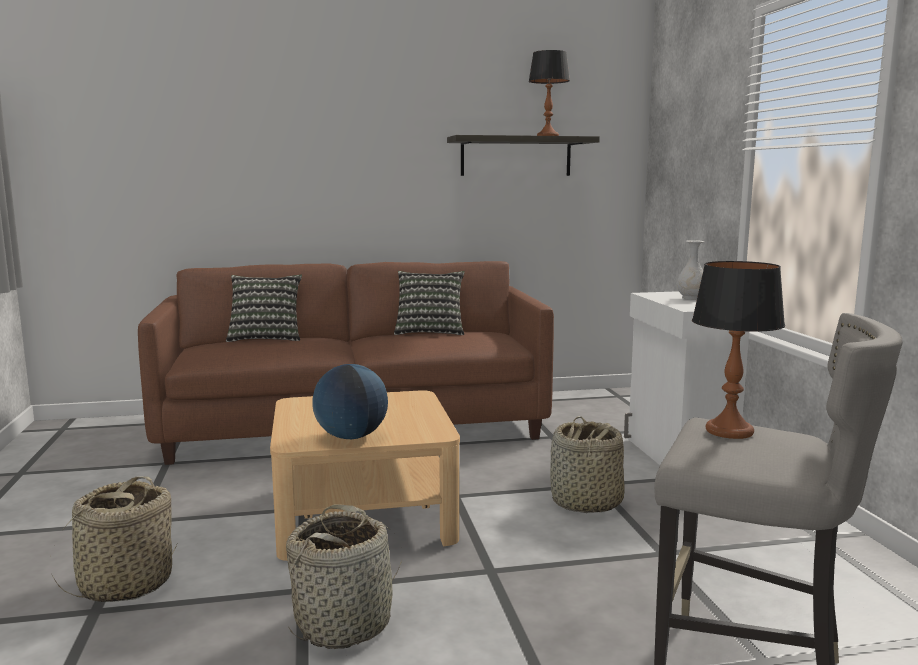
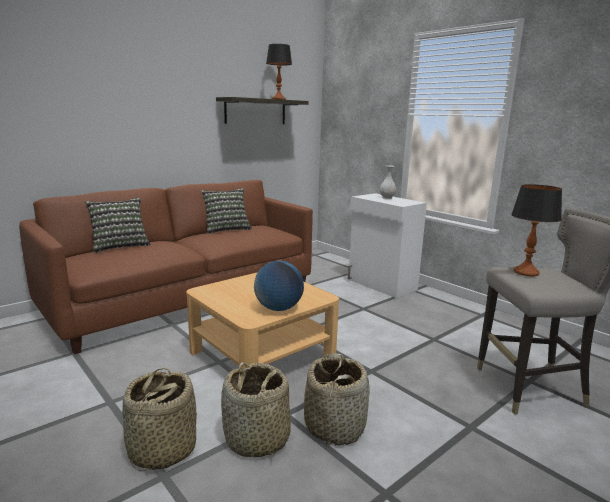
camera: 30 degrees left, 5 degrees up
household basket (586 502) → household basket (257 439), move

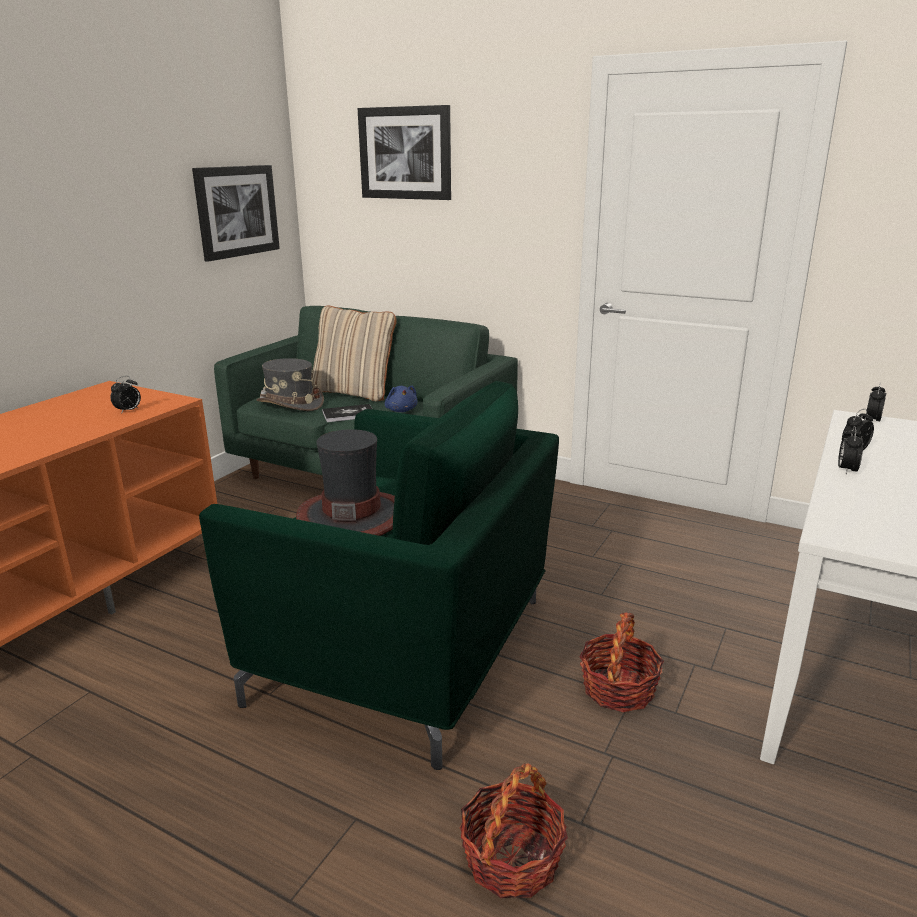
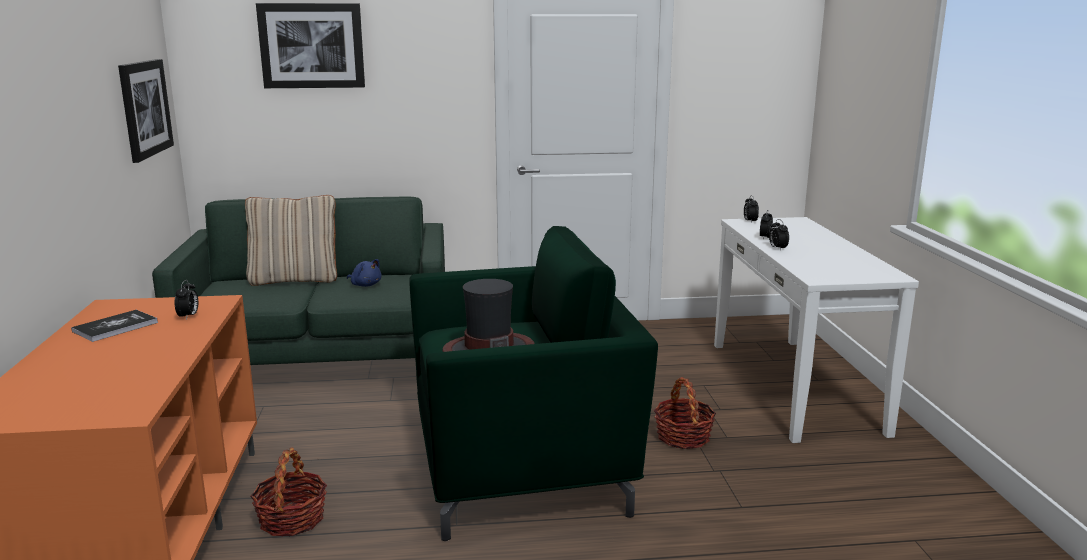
camera: 35 degrees left, 5 degrees down
gray hat (290 404) → -
volume (348 414) → volume (115 327), move
household basket (512 859) → household basket (292 519), move

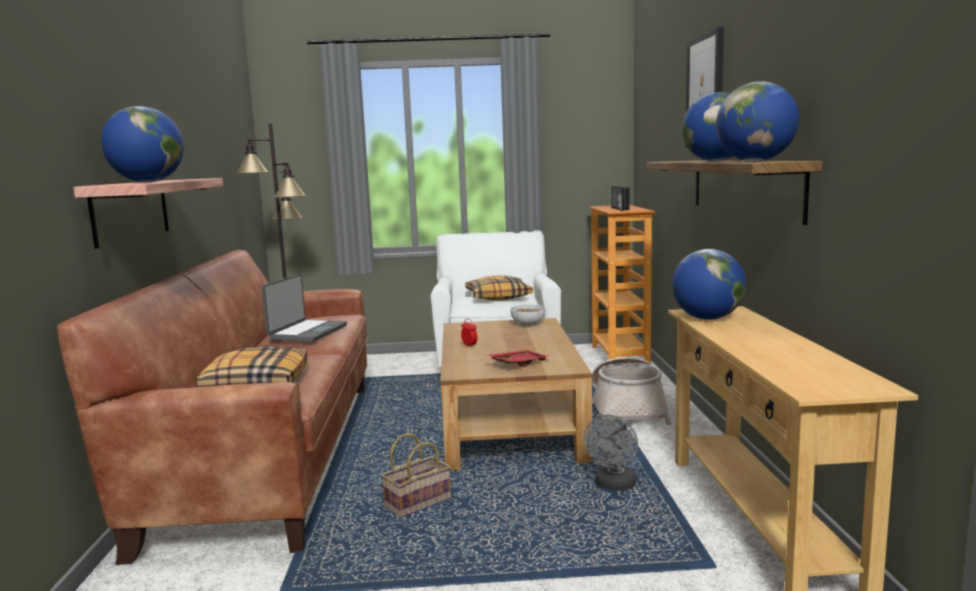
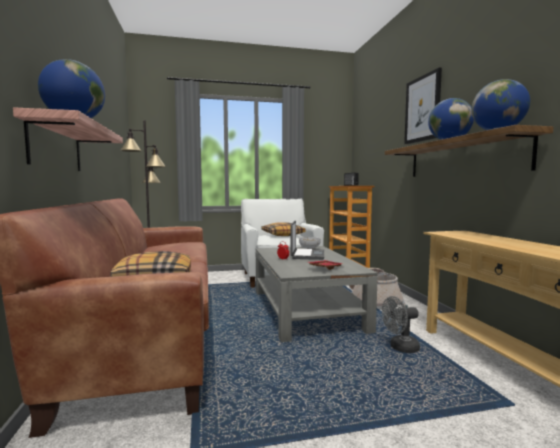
camera: 10 degrees left, 5 degrees down
household basket (418 502) → -
globe (707 318) → -
notebook computer (307 332) → notebook computer (307 255), move
brownish lounge table (509 422) → gray lounge table (305 309)
gray fan (614 486) → gray fan (400 348), 60 degrees clockwise

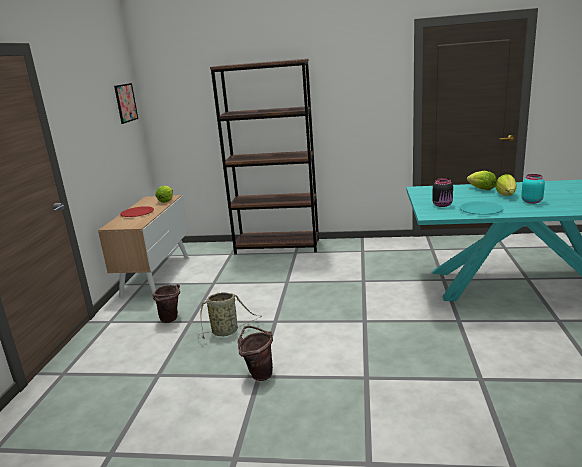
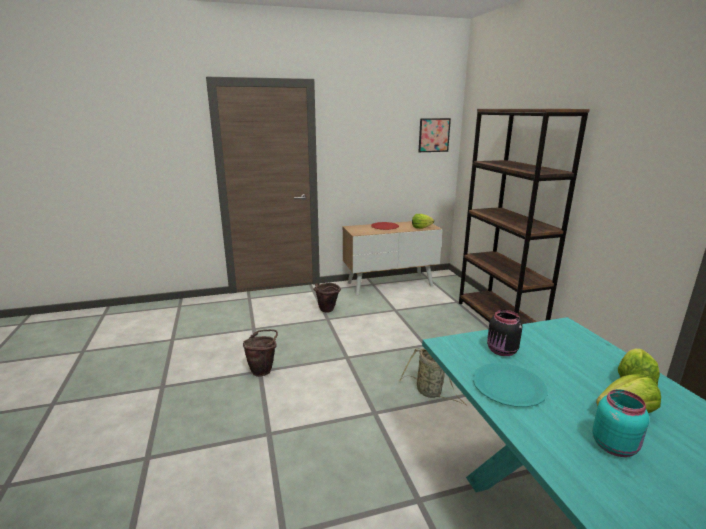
camera: 65 degrees right, 0 degrees up
household basket (227 331) → household basket (430 392), move

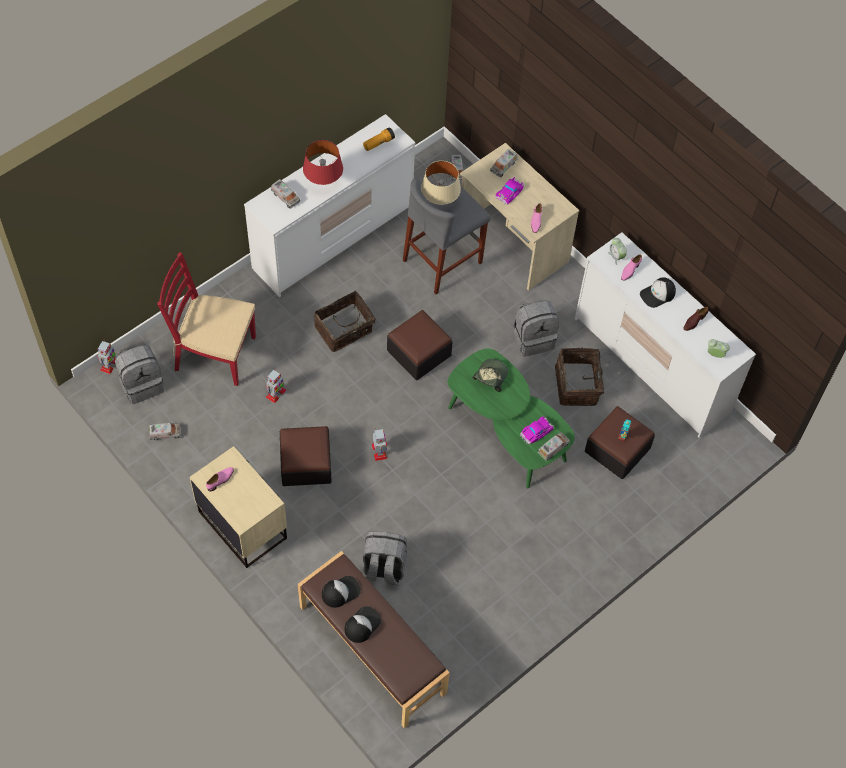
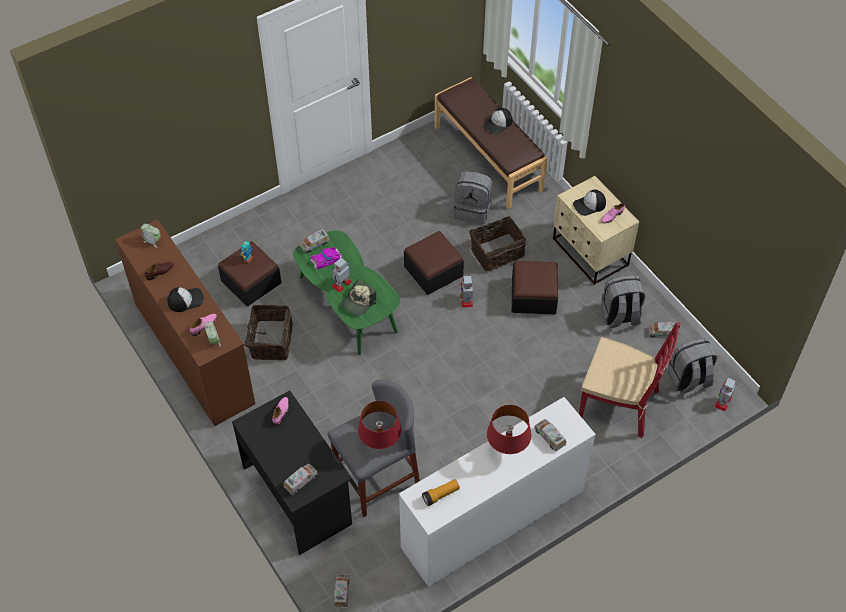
camera: 170 degrees left, 5 degrees down
model car (509 192) → -
model robot (276 393) → model robot (341 283), move
household basket (344 330) → household basket (496 252), move
cap (340 591) → cap (589 205), move
ottoman (419 353) → ottoman (433 271), move
gray rucksack (533 339) → gray rucksack (620 316), move
sand-coloured lamp for a table (439 204) → red lamp for a table (380 444)
sand-coloured desk (512 243) → black-coloured desk (298 494)
white-coloured dresser (652 365) → brownish dresser (193 352)

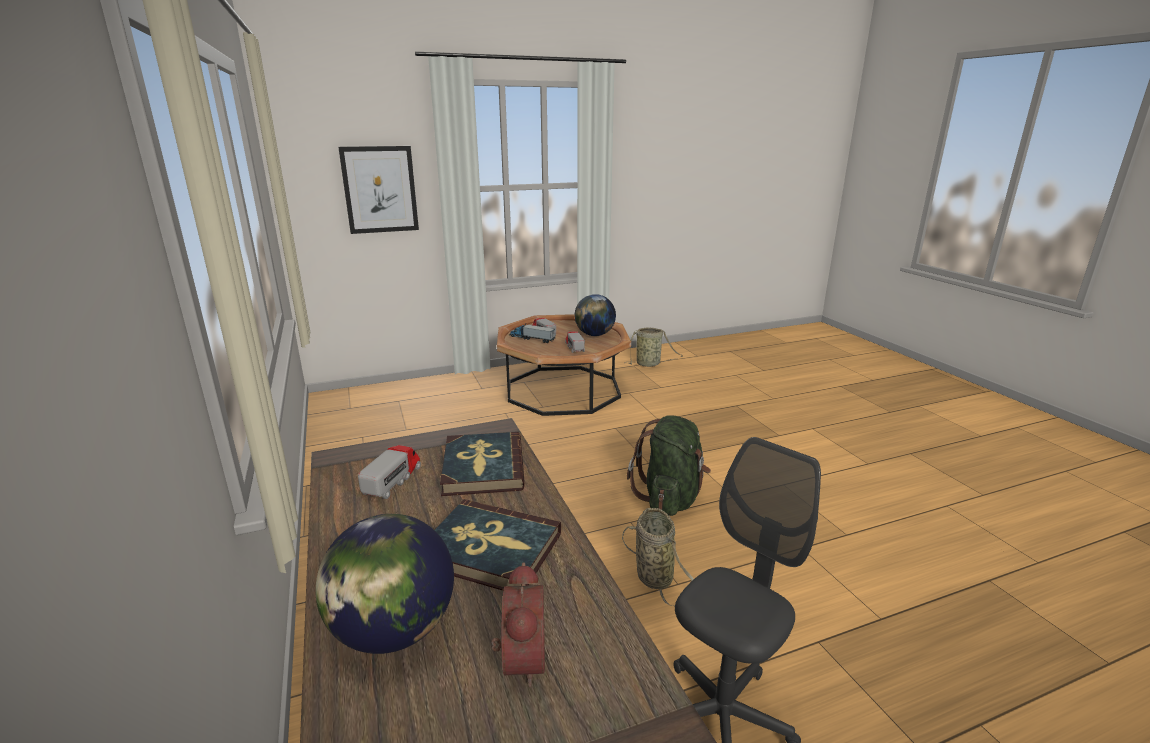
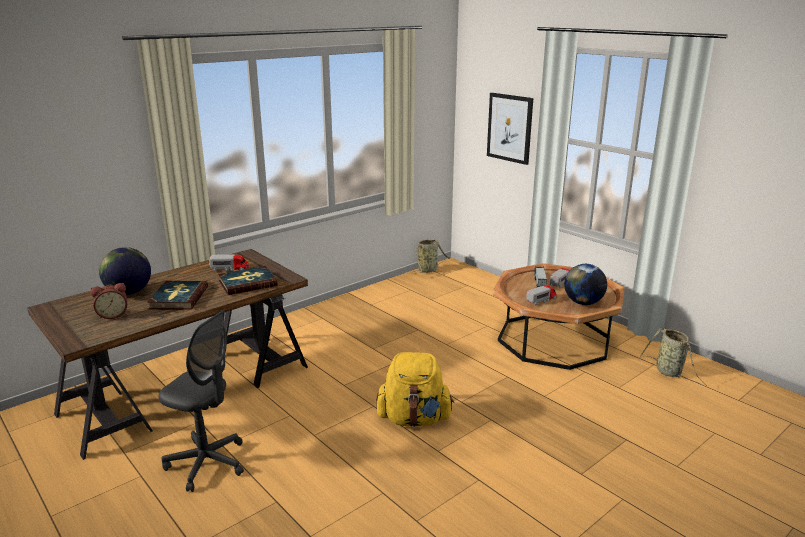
camera: 70 degrees right, 0 degrees up
household basket (652 575) → household basket (428 270), move
green-coloured rucksack (670 498) → yellow-coloured rucksack (414 419)

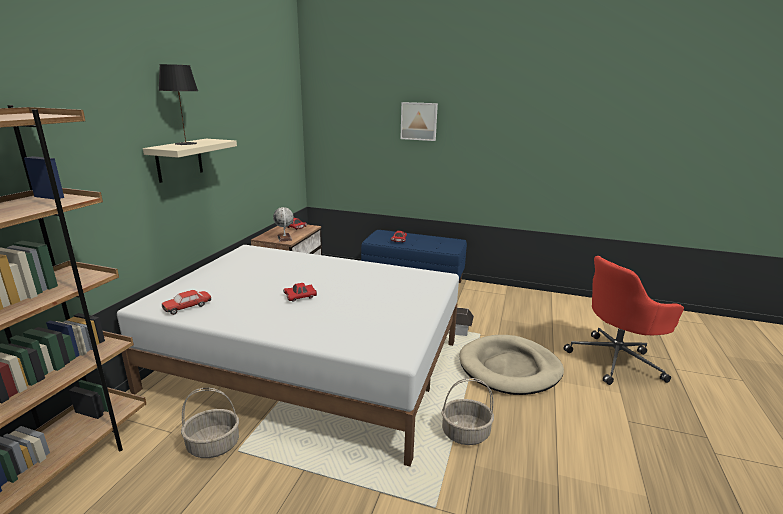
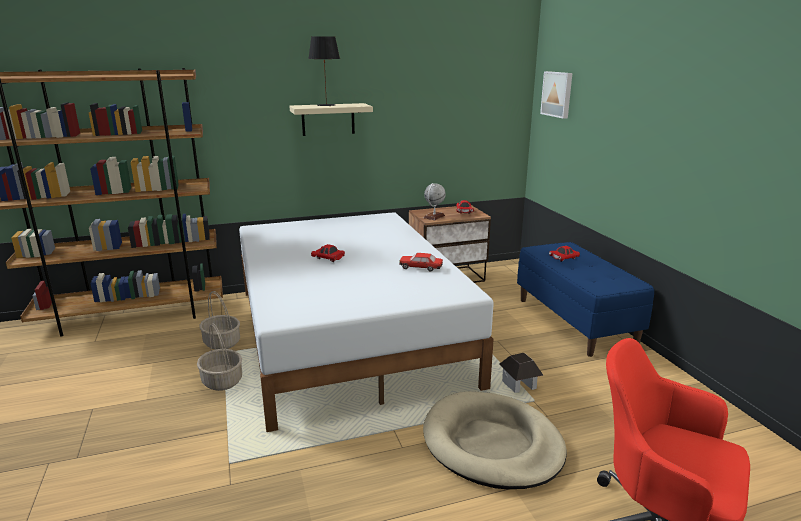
camera: 55 degrees right, 0 degrees up
model car (187 307) → model car (421 267), move
wall art (419 121) → wall art (557 94), move
household basket (466 433) → household basket (222 381), move

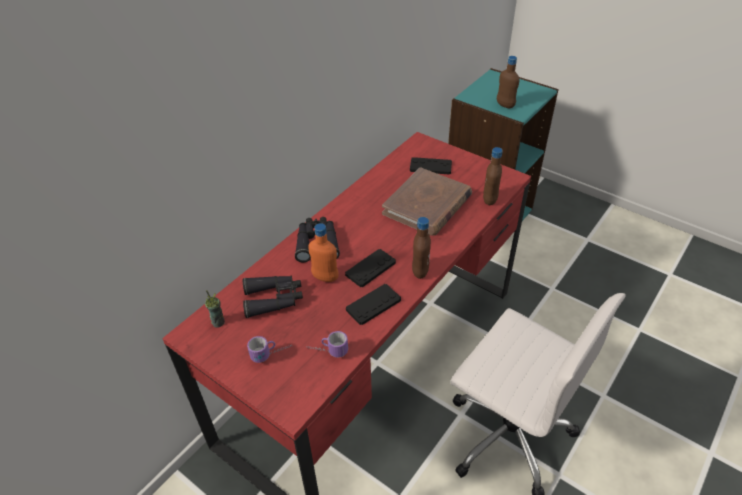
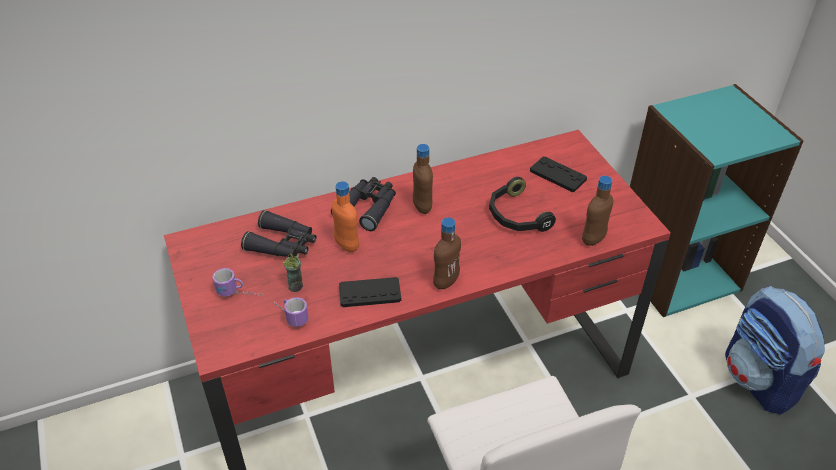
camera: 30 degrees right, 0 degrees up
black-coloured gamepad (370 268) → -
- → rucksack (760 380)
cup (218 322) → cup (296 286), move
brownish bottle (505 105) → brownish bottle (422 206), move
brownish volume (427 205) → black-coloured headset (516 216)

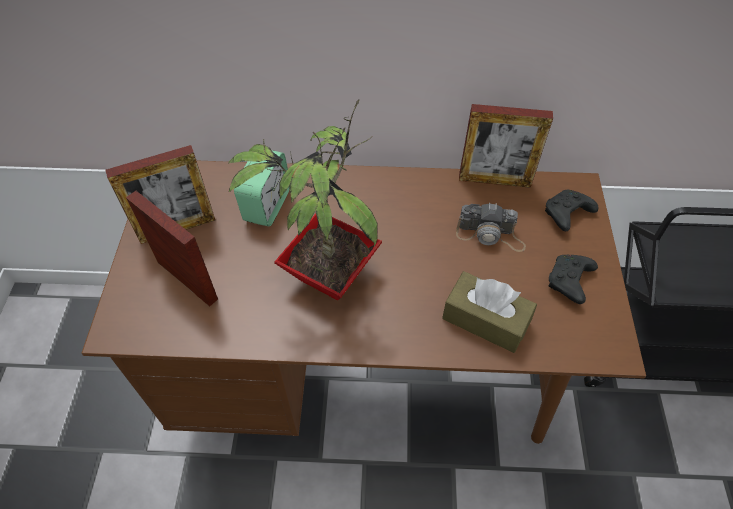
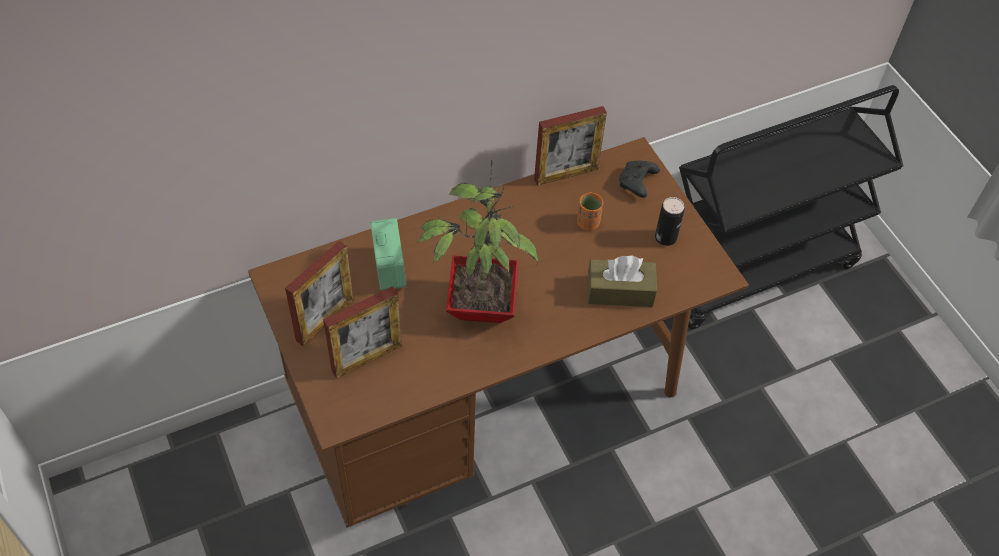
camera: 30 degrees left, 0 degrees up
photo camera (490 235) → orange cup (588 223)
black-coloured gamepad (569 282) → can (665 237)
standing frame (187 280) → standing frame (367 358), 135 degrees clockwise

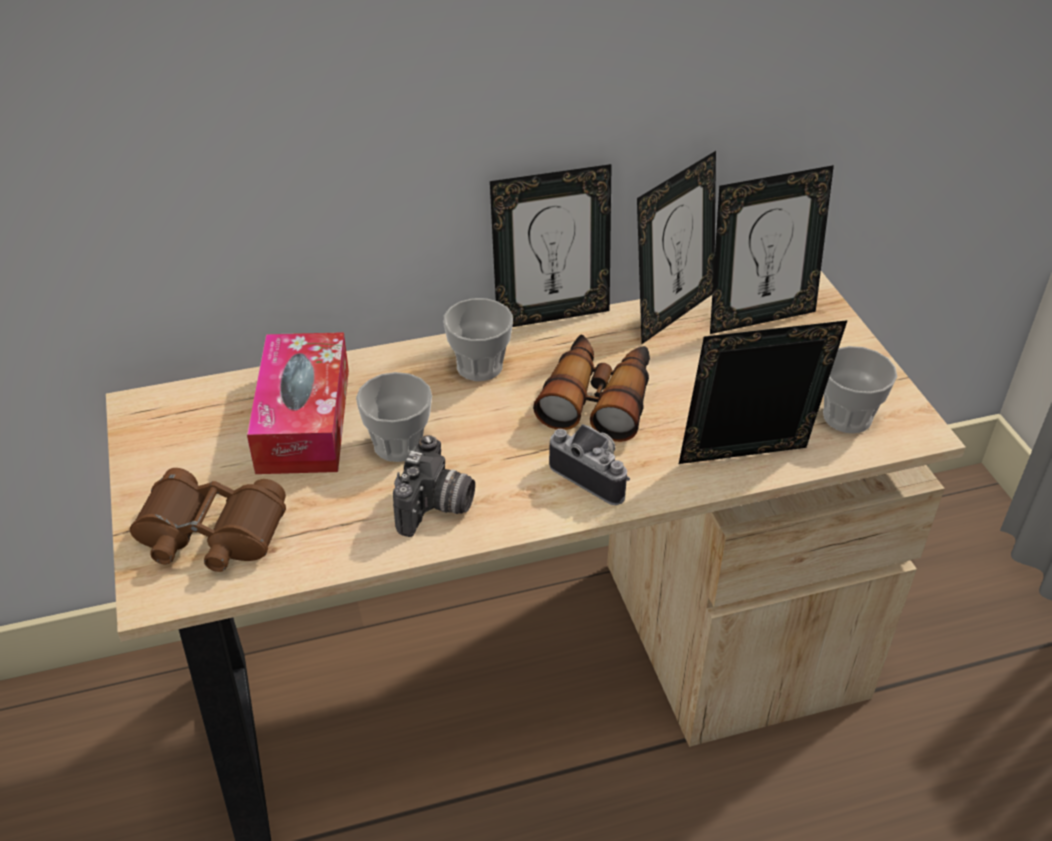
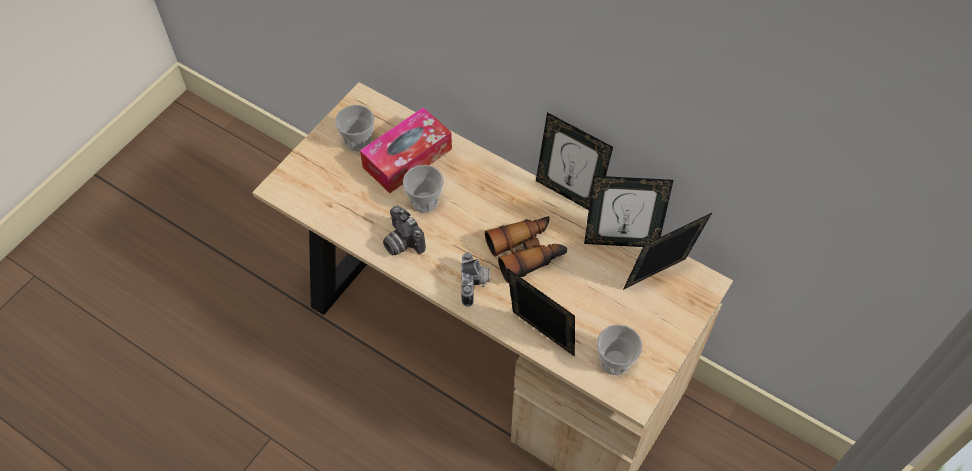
camera: 50 degrees right, 15 degrees up
brownish binoculars (211 535) → -
cup (479 366) → cup (358 141), move
photo camera (436 508) → photo camera (401 242), 75 degrees clockwise
standing frame (758 317) → standing frame (658 278), 120 degrees clockwise

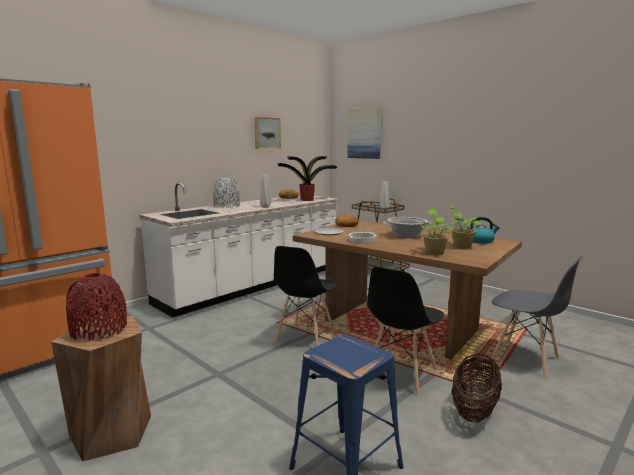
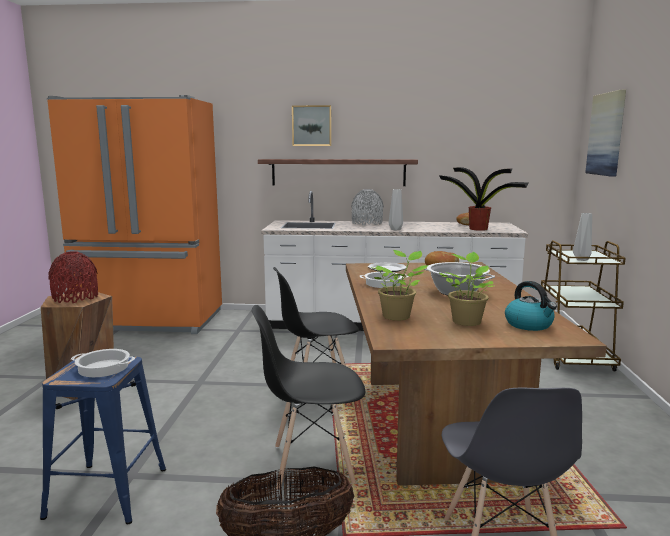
camera: 50 degrees right, 0 degrees up
- → saucepot (103 368)
- → bracket shelf (338 172)
wall art (266 133) → wall art (312 126), move

